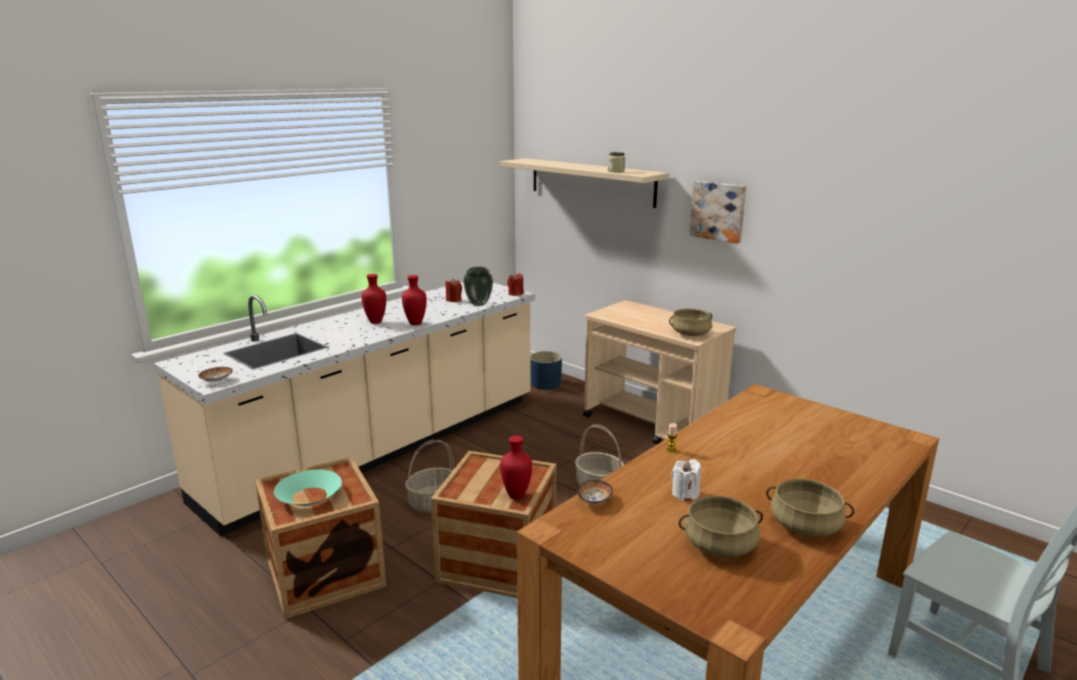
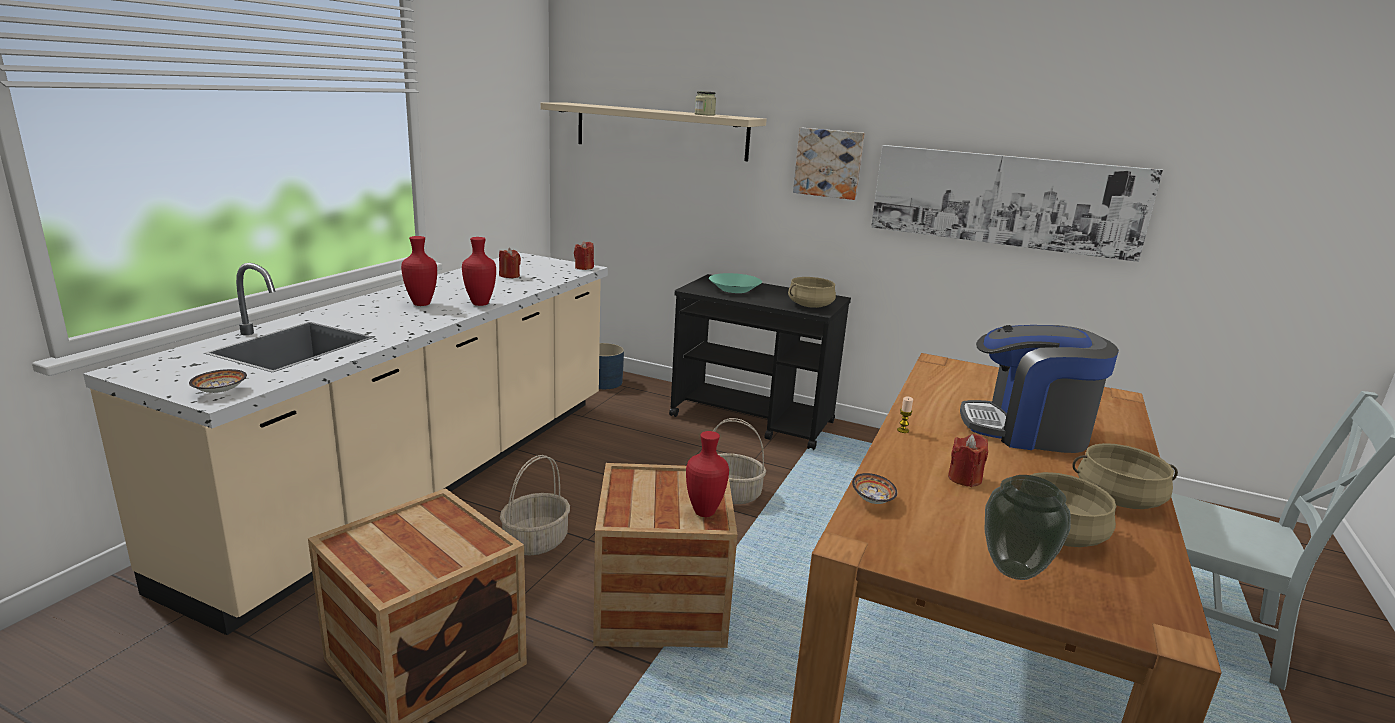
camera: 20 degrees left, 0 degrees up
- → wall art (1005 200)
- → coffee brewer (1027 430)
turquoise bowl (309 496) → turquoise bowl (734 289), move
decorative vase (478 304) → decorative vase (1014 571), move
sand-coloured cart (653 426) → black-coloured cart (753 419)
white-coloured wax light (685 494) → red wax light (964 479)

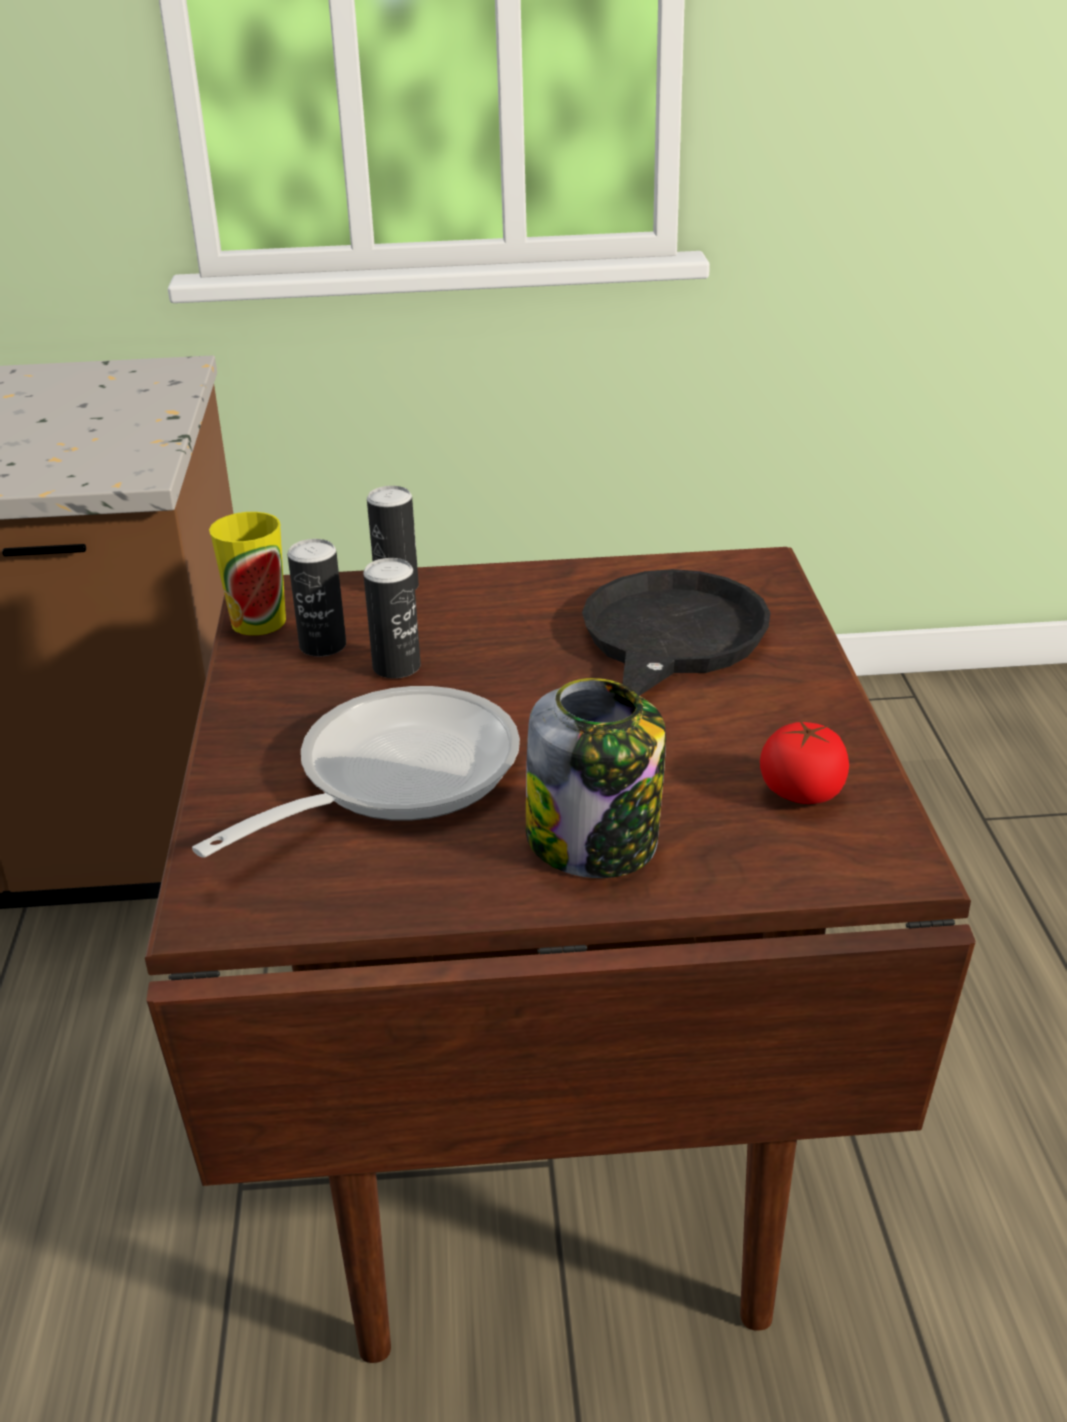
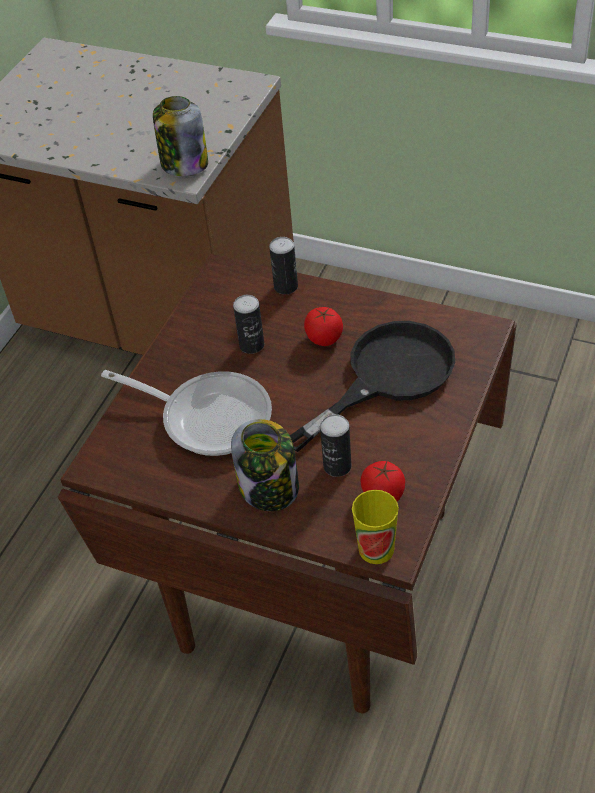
camera: 30 degrees right, 15 degrees up
- → storage jar (184 164)
- → fresh tomato (324 338)
cup (258 622) → cup (376 549), move
can (323 645) → can (337 466), move
pan (392 777) → pan (208 416), 45 degrees clockwise

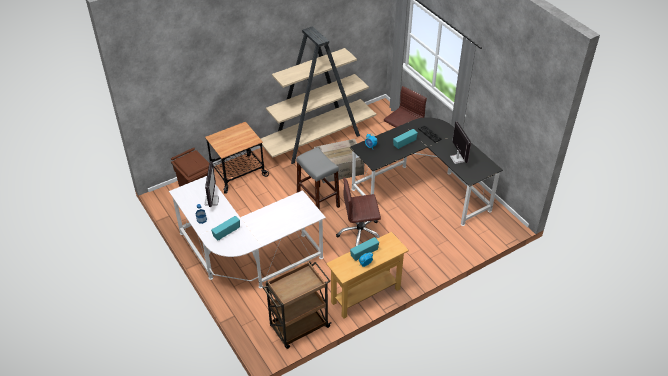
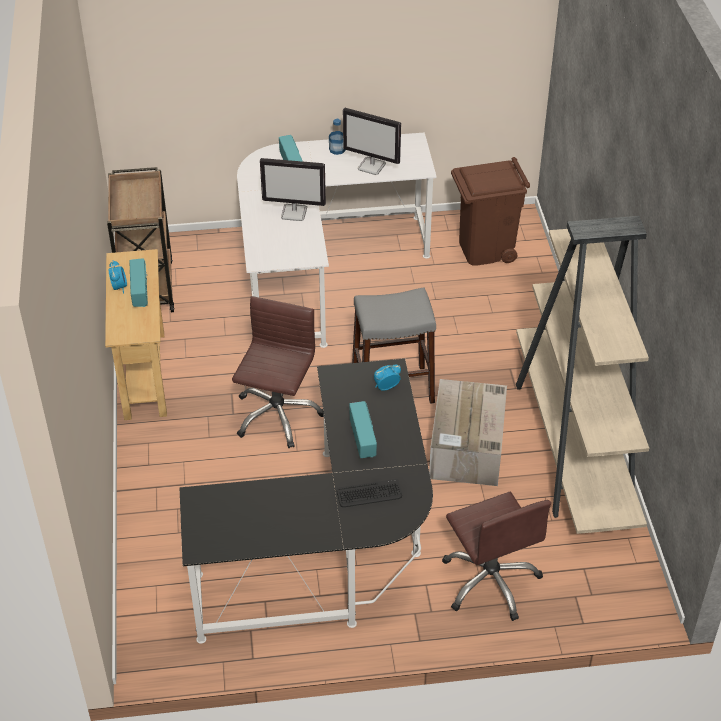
camera: 115 degrees right, 0 degrees up
cart (237 173) → -
computer display (457 158) → computer display (294 213), move

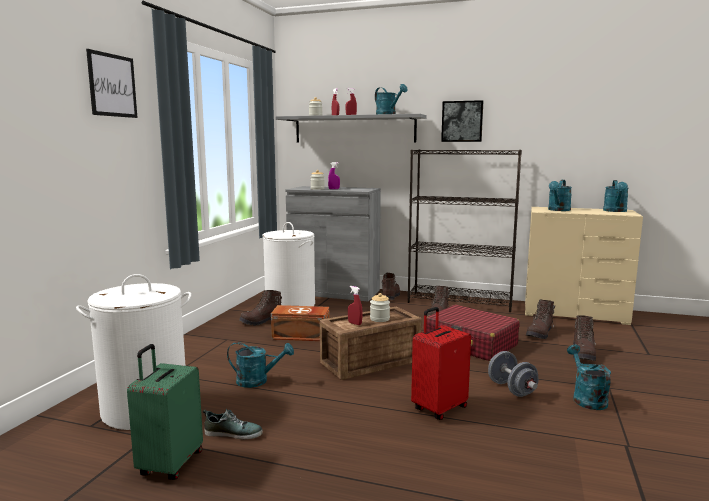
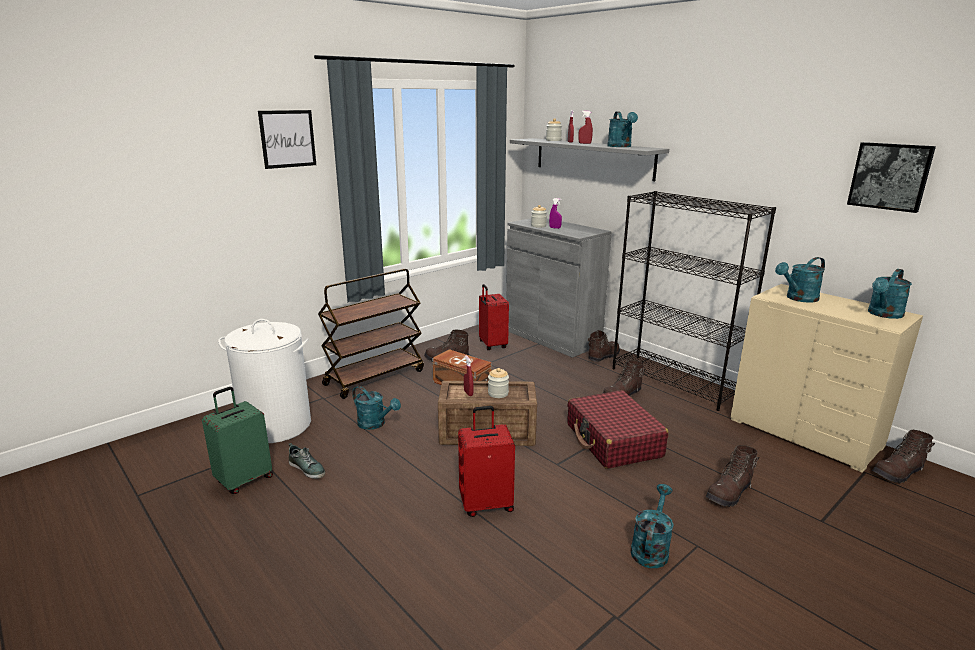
camera: 30 degrees right, 10 degrees up
gray dumbbell (511 389) → -
- → brownish cart (375 377)
wall art (462 121) → wall art (890 176), move
brownish high-top boot (540 334) → brownish high-top boot (898 473), move
white-coloured washing basket (290 305) → red suitcase (492 345)

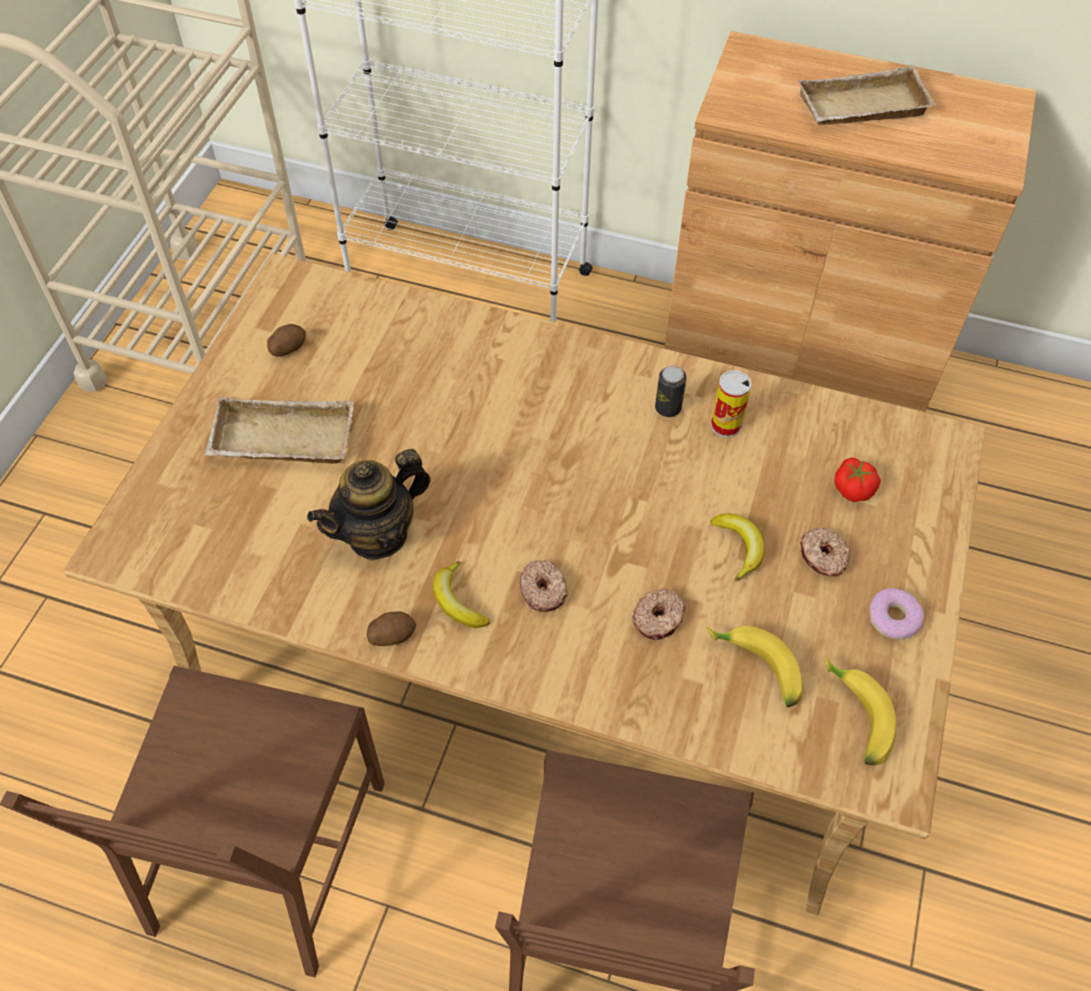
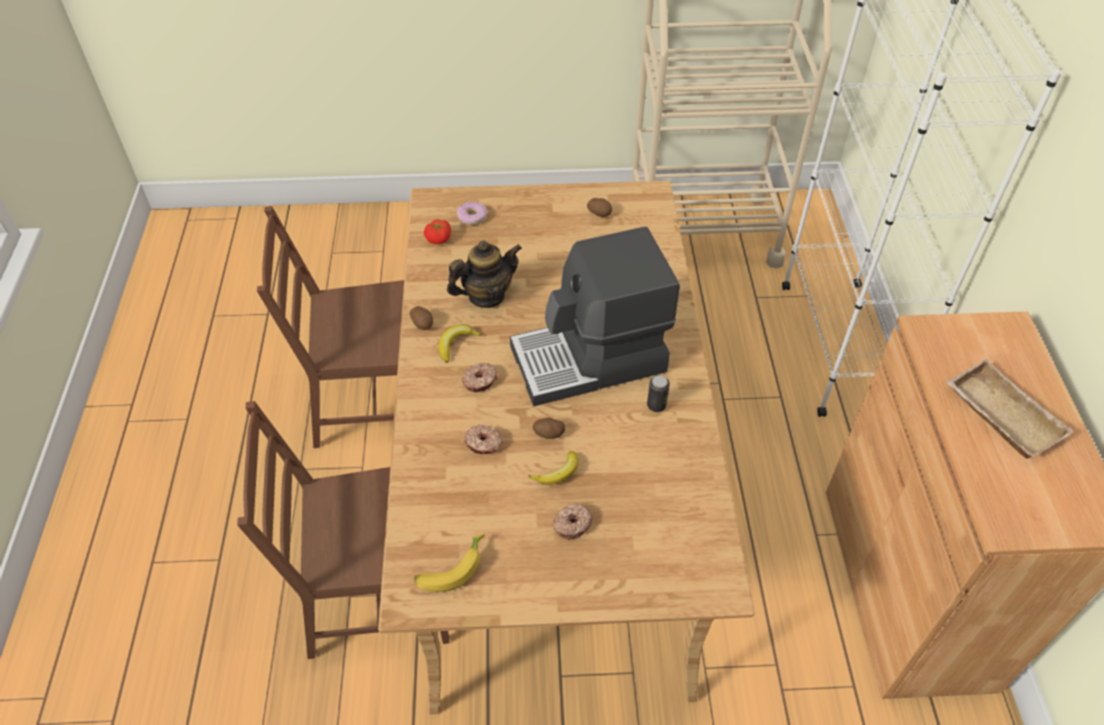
camera: 70 degrees right, 5 degrees down
sand-coloured carrying tray (281 442) → -
whole banana (755 669) → -
can (726 425) → -
- → coffee brewer (590 360)
- → spud (549 434)
fresh tomato (853 488) → fresh tomato (439 239), move
doughnut (893 618) → doughnut (472 217), move
pot for tea (378 534) → pot for tea (486 295), 120 degrees clockwise

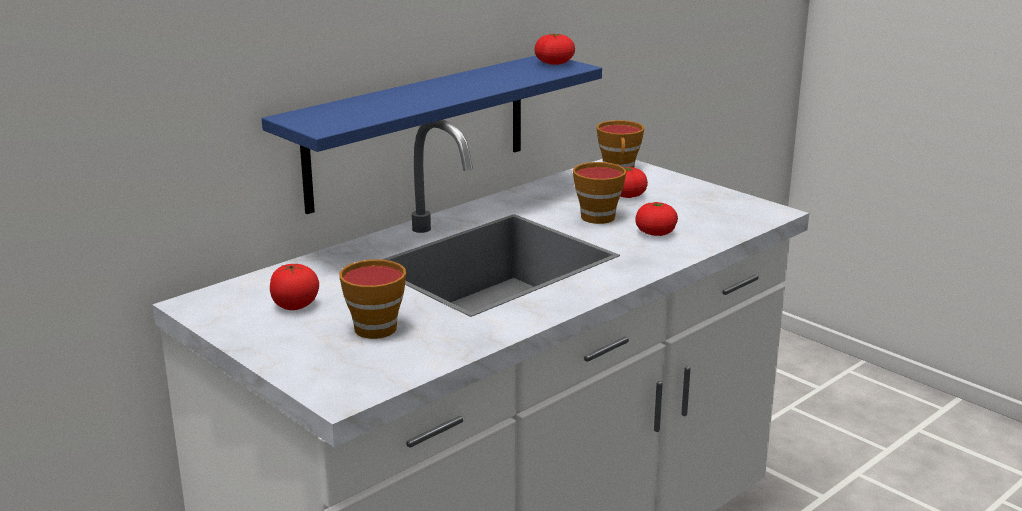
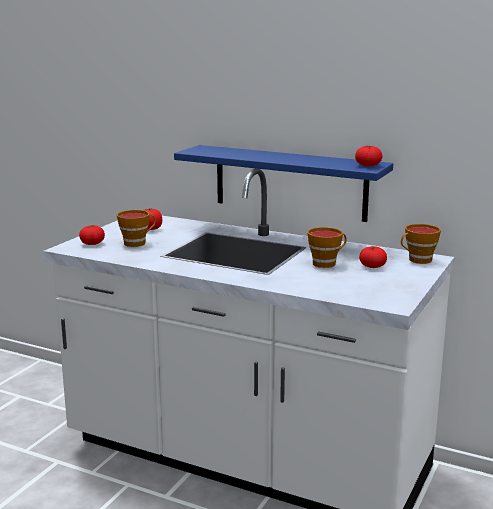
camera: 70 degrees right, 5 degrees down
fresh tomato (655 233) → fresh tomato (92 244), move

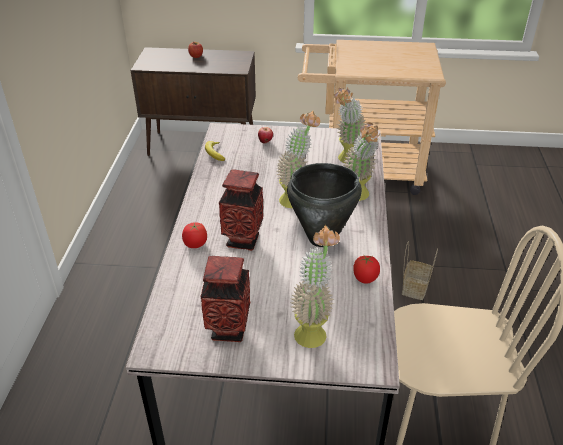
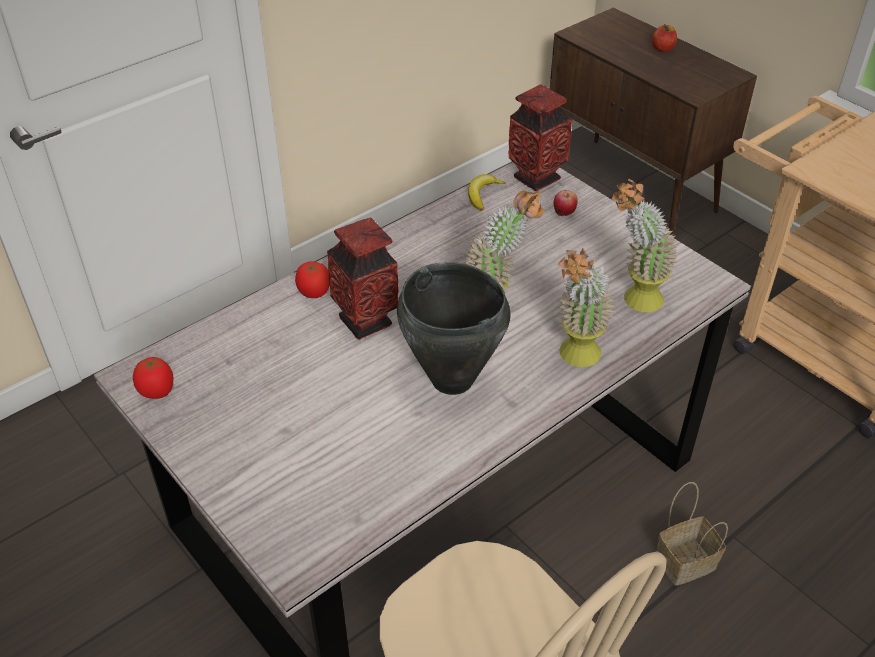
camera: 45 degrees right, 5 degrees up
potted plant (313 329) → -
decorative vase (228 329) → decorative vase (536 178), move
fresh tomato (365 278) → fresh tomato (157 391), move

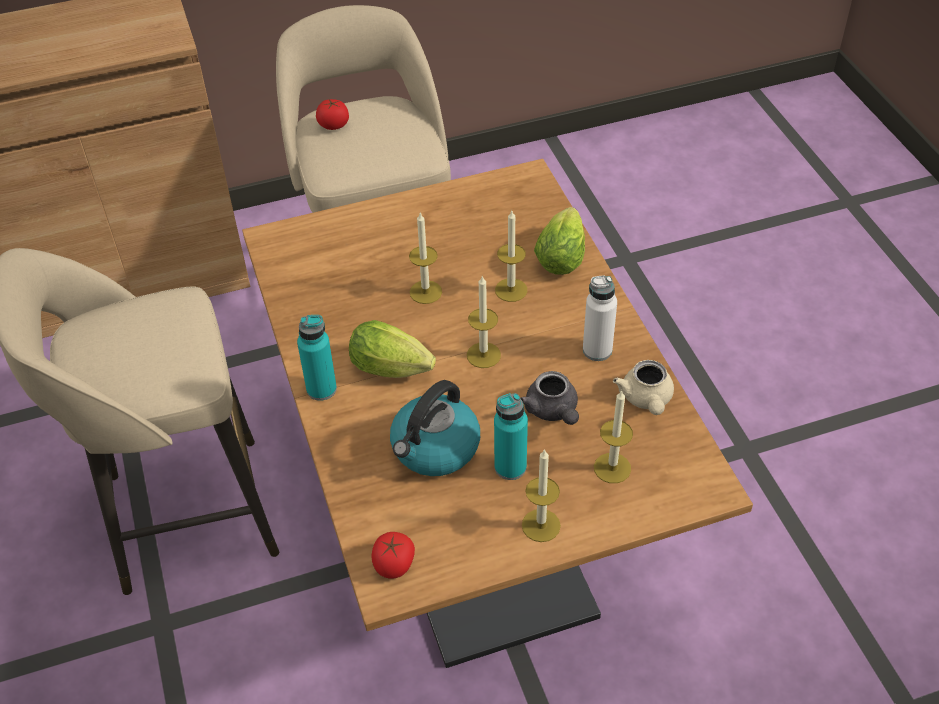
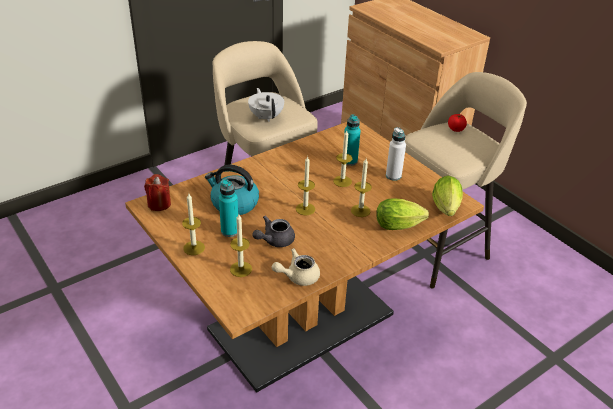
camera: 70 degrees right, 10 degrees down
- → white-coloured pot for tea (266 117)
turquoise bottle (321 389) → turquoise bottle (349 161), move
lettuce (395 369) → lettuce (446 209), move
white-coloured bottle (597 350) → white-coloured bottle (393 176), move
fresh tomato (394 565) → red wax light (159 204)

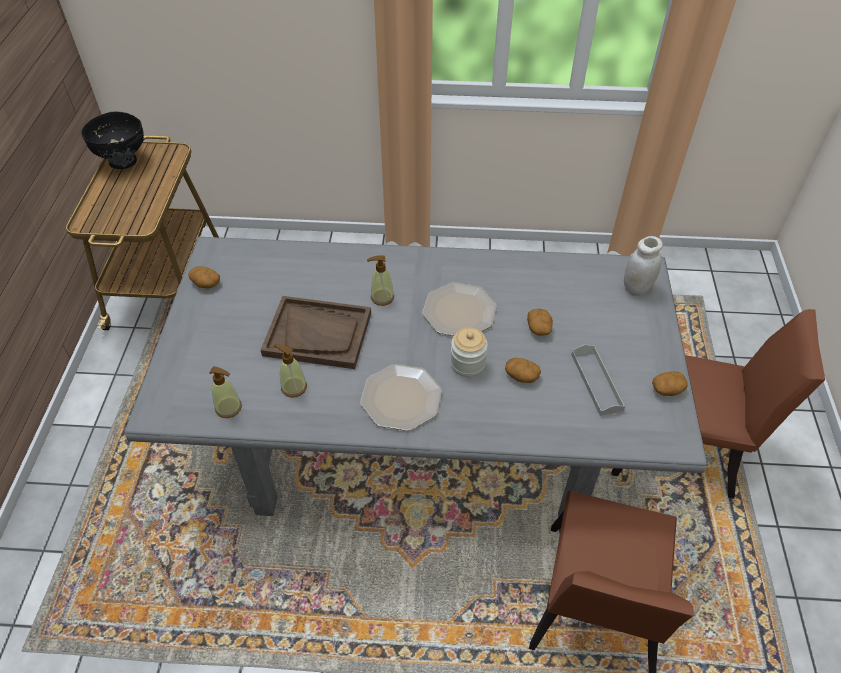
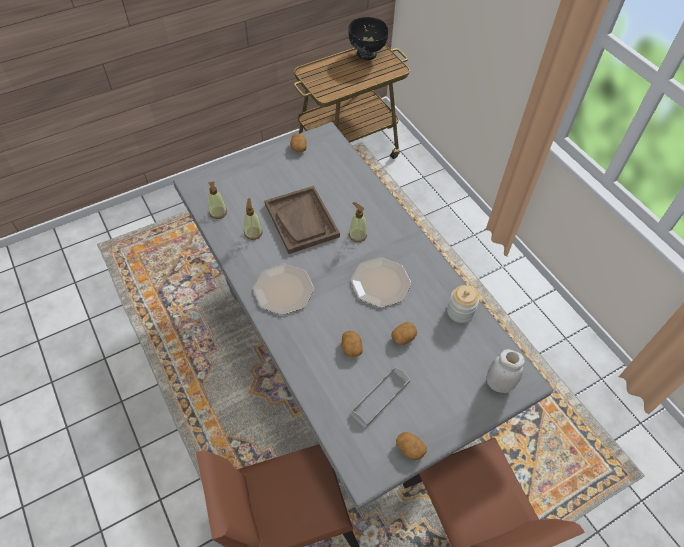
camera: 55 degrees right, 5 degrees up
storage jar (467 364) → storage jar (460 311), move

